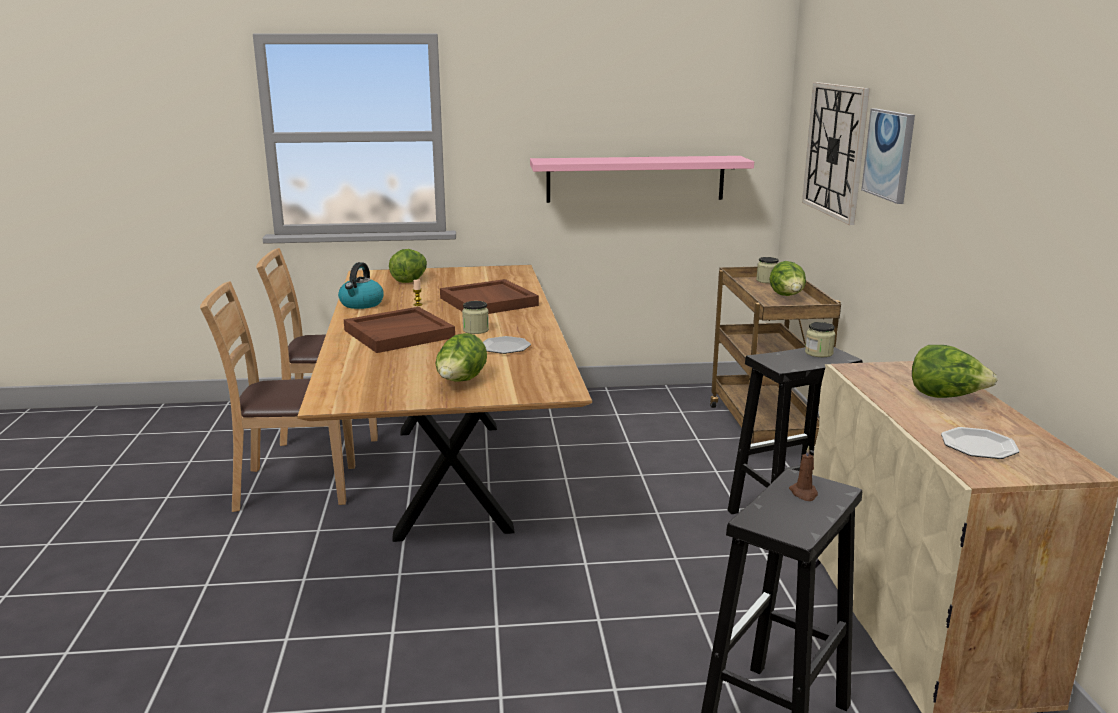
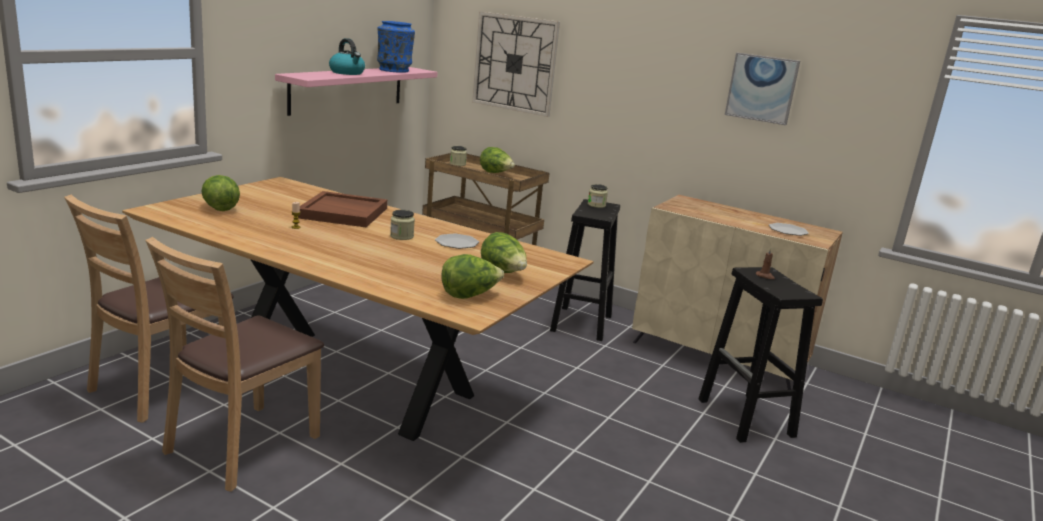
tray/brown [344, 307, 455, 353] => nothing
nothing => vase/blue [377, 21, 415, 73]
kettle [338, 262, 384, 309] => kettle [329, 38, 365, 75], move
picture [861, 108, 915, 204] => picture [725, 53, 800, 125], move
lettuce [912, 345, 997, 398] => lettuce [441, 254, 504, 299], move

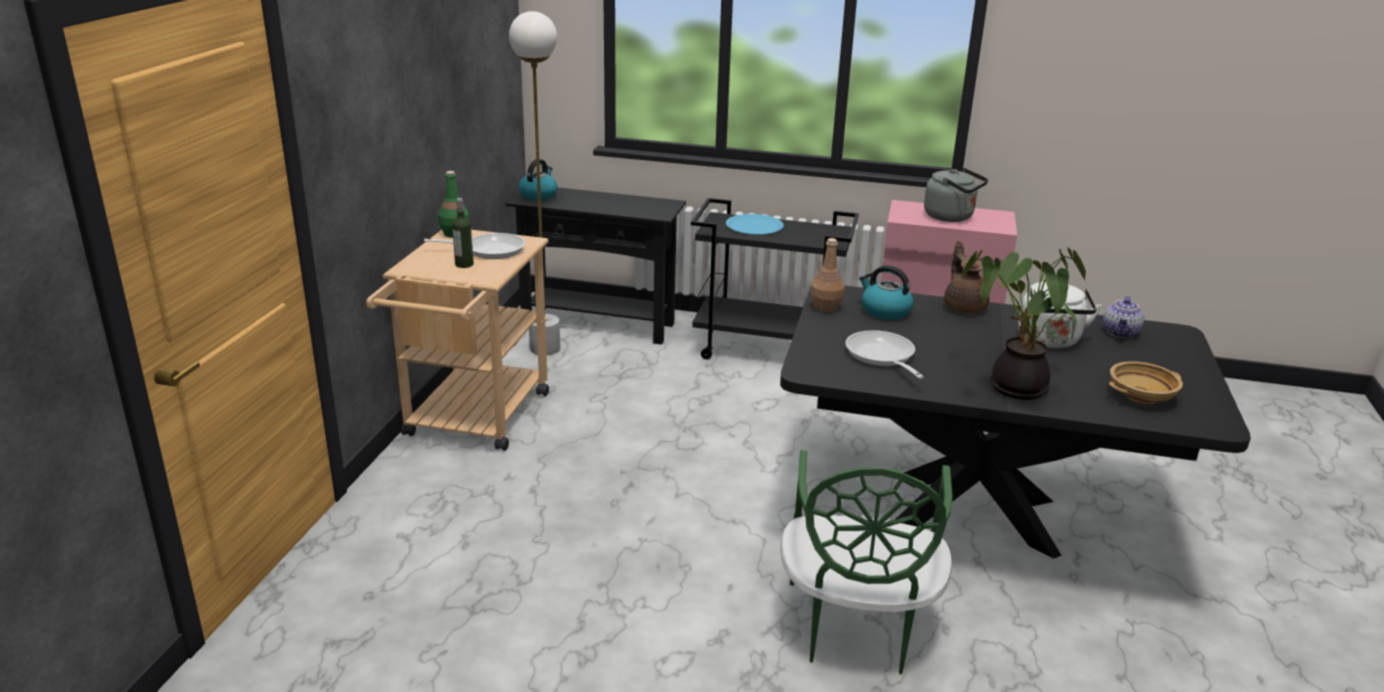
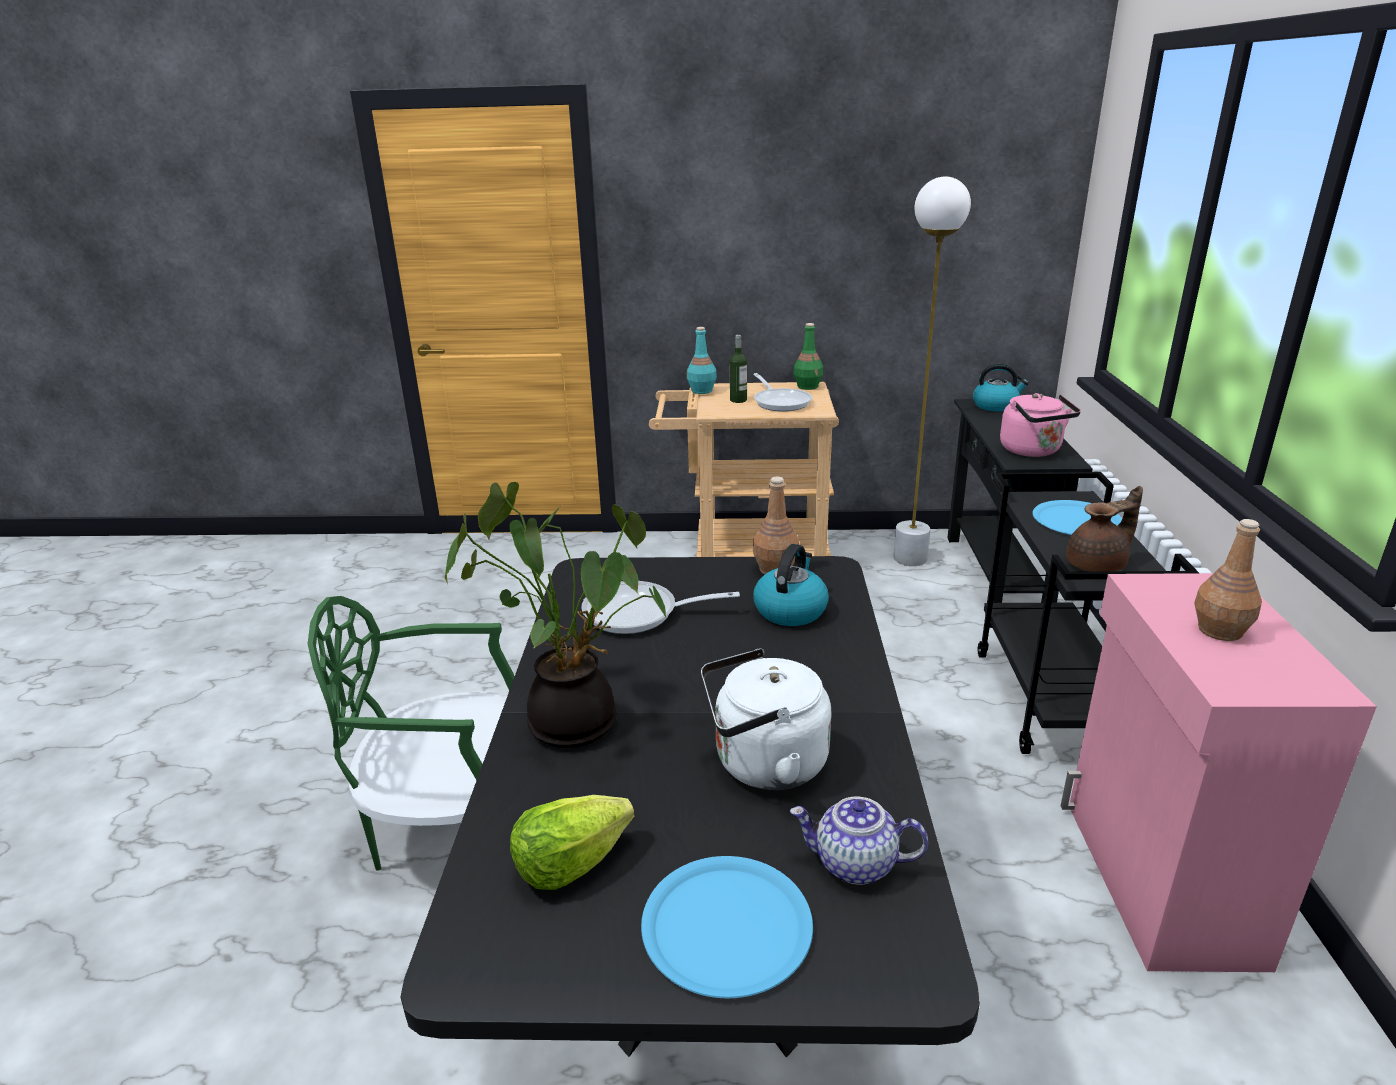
nothing => plate/blue [641, 856, 813, 998]
nothing => bottle/turquoise [687, 327, 717, 394]
nothing => kettle/pink [1000, 393, 1081, 457]
teapot/brown [944, 241, 990, 313] => teapot/brown [1066, 486, 1143, 572], move
kettle/grey [924, 168, 988, 222] => bottle/brown [1194, 519, 1262, 641]
bowl/beige [1109, 361, 1183, 404] => lettuce [510, 795, 634, 890]
frying pan [845, 330, 924, 379] => frying pan [582, 581, 740, 634], 150 degrees counterclockwise

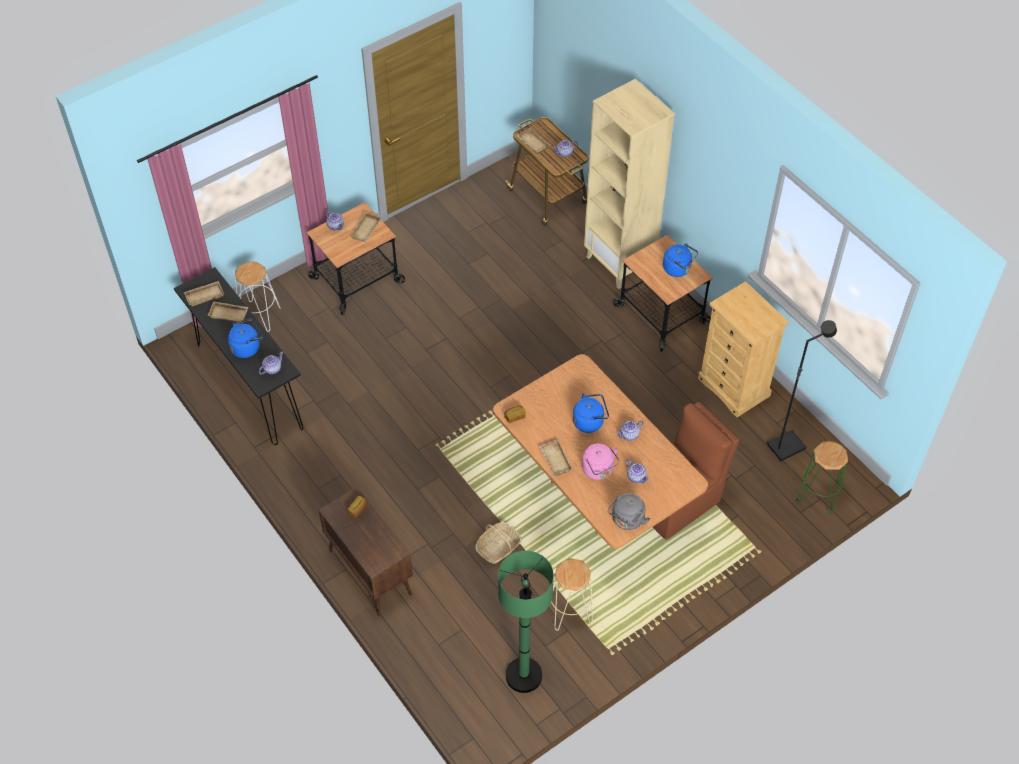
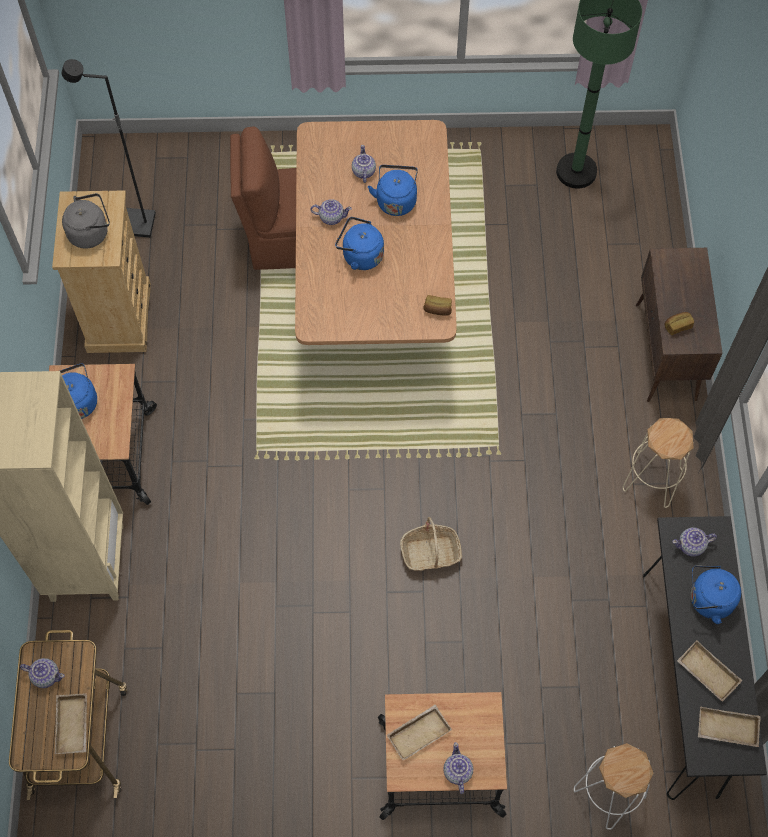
tray/beige [540, 439, 573, 476] => nothing
stool/green [796, 441, 848, 514] => nothing
basket [475, 522, 521, 564] => basket [400, 517, 462, 571], move
stool/beige [551, 558, 593, 631] => stool/beige [623, 418, 694, 508], move
kettle/grey [608, 493, 650, 530] => kettle/grey [62, 193, 110, 249], move
kettle/pink [582, 444, 620, 480] => kettle/blue [368, 165, 418, 216]

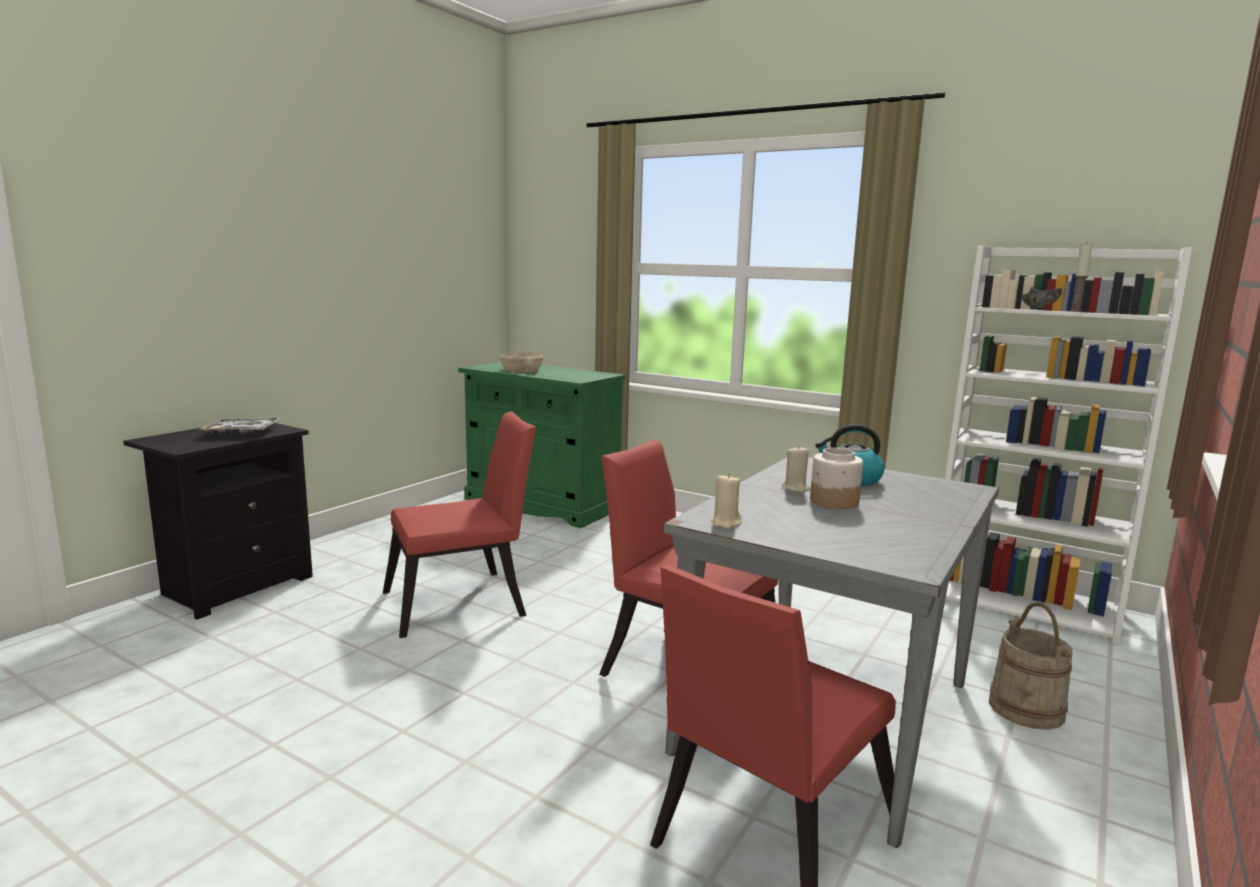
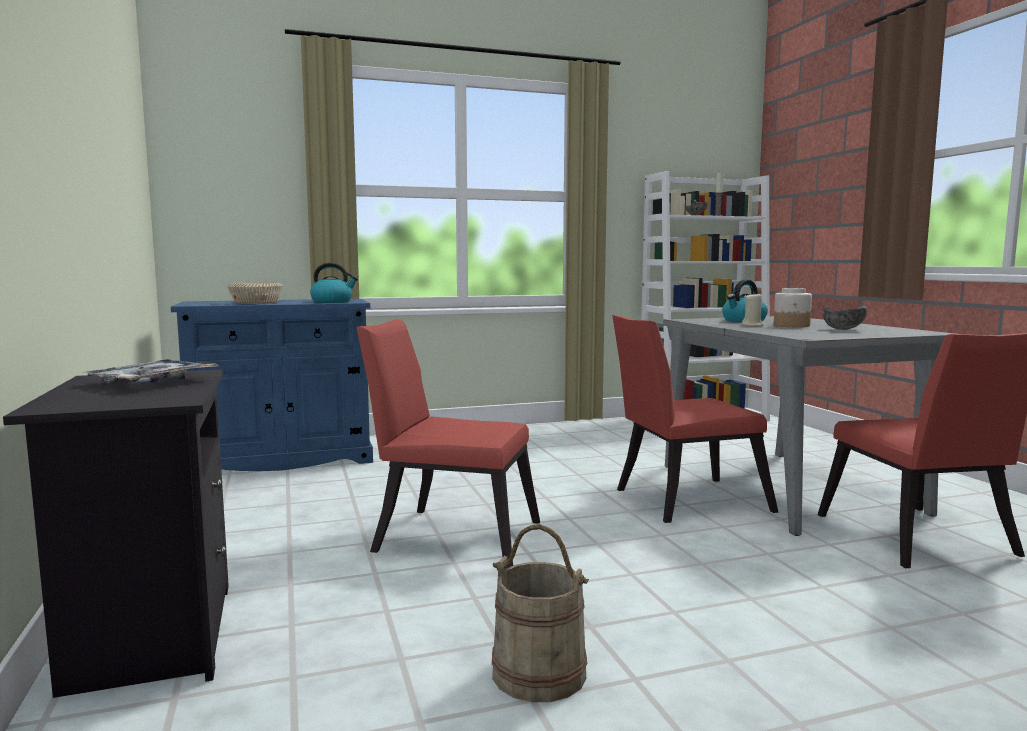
candle/beige [711, 473, 742, 529] => nothing
nothing => kettle [310, 263, 358, 303]
nothing => bowl/grey [823, 306, 867, 330]
bucket/beige [989, 602, 1072, 730] => bucket/beige [492, 524, 589, 702], move
cabinet/green [458, 362, 626, 528] => cabinet/blue [171, 299, 373, 471]
chair/red [383, 411, 536, 638] => chair/red [356, 320, 540, 568], 90 degrees counterclockwise

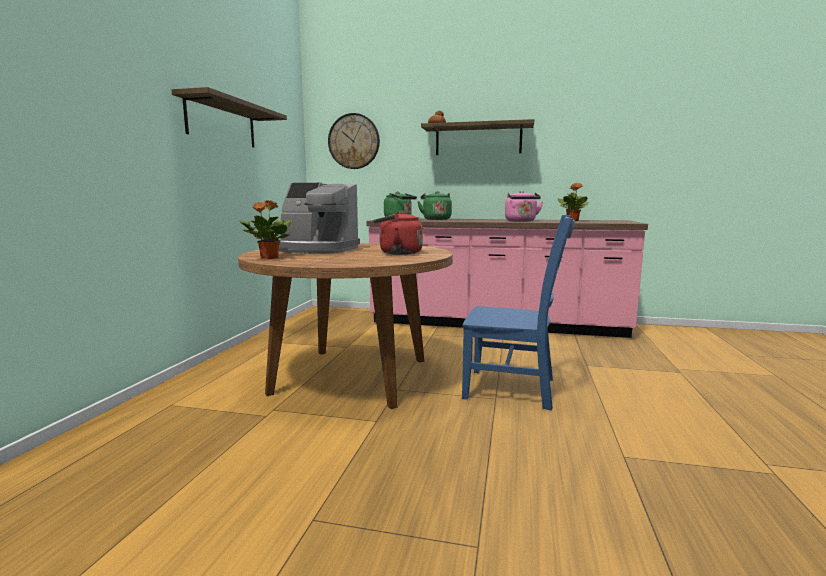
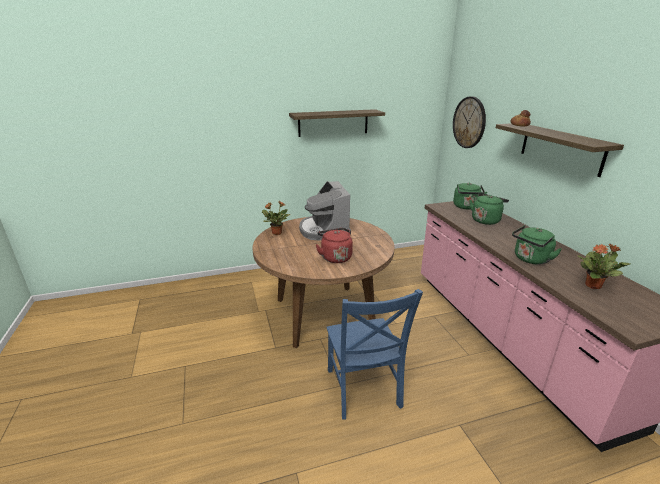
kettle/pink [505, 190, 543, 222] => kettle/green [512, 225, 562, 265]

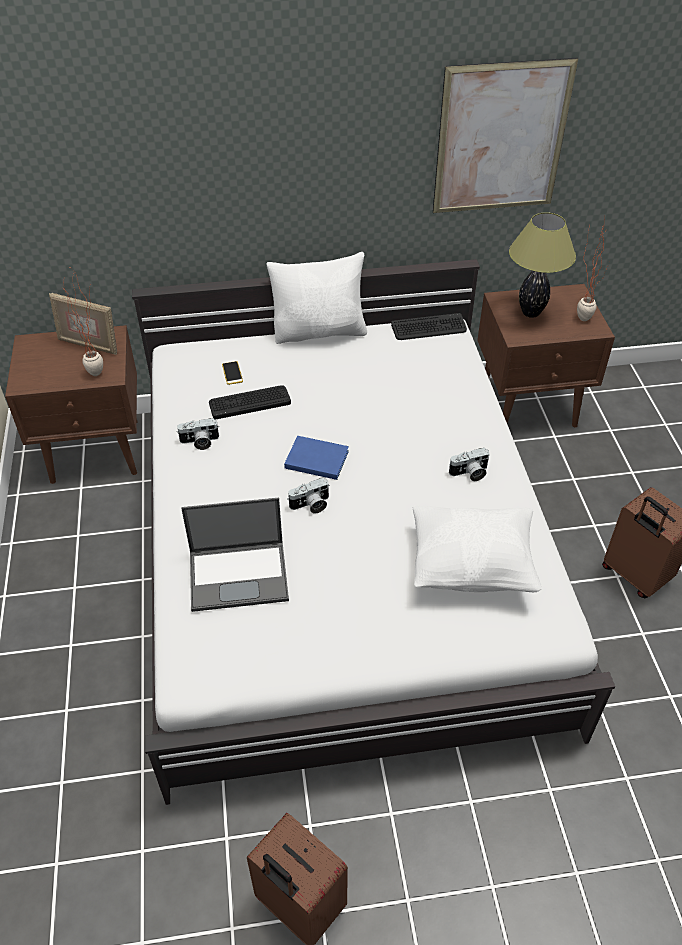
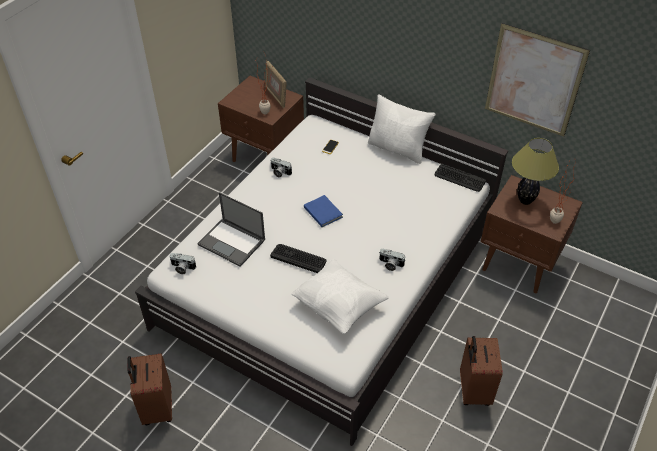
keyboard [209, 385, 291, 419] => keyboard [270, 244, 327, 273], move
photo camera [288, 478, 329, 513] => photo camera [170, 253, 196, 274], move

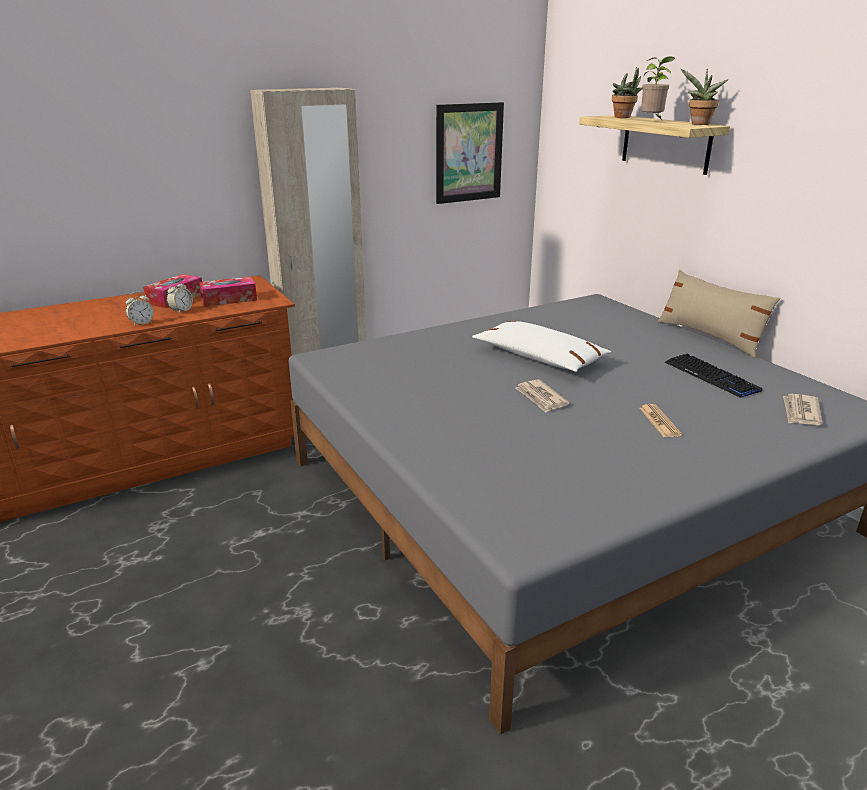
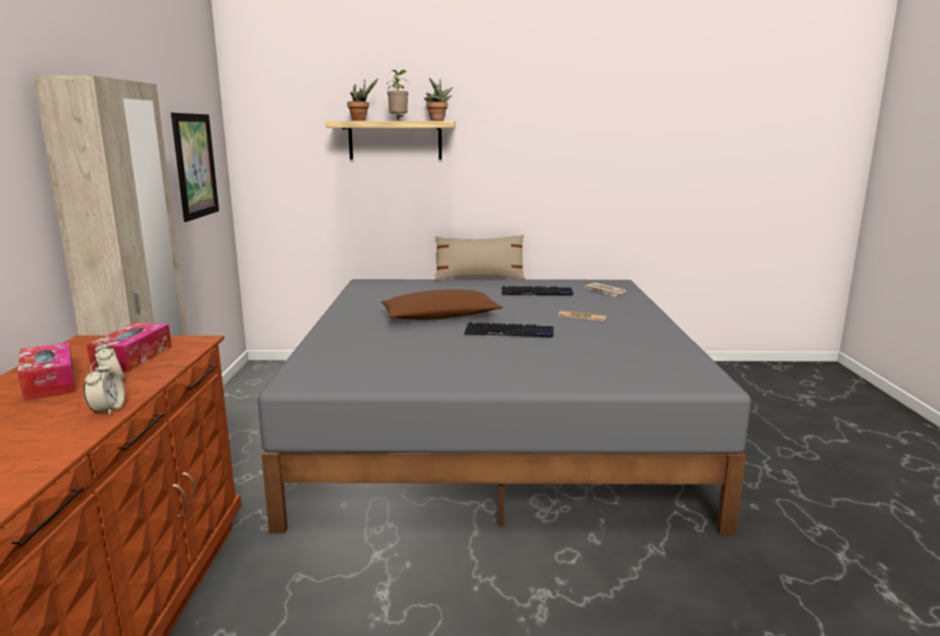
newspaper [516, 379, 569, 413] => keyboard [464, 322, 553, 337]
pillow/white [472, 321, 611, 372] => pillow/brown [381, 289, 503, 320]

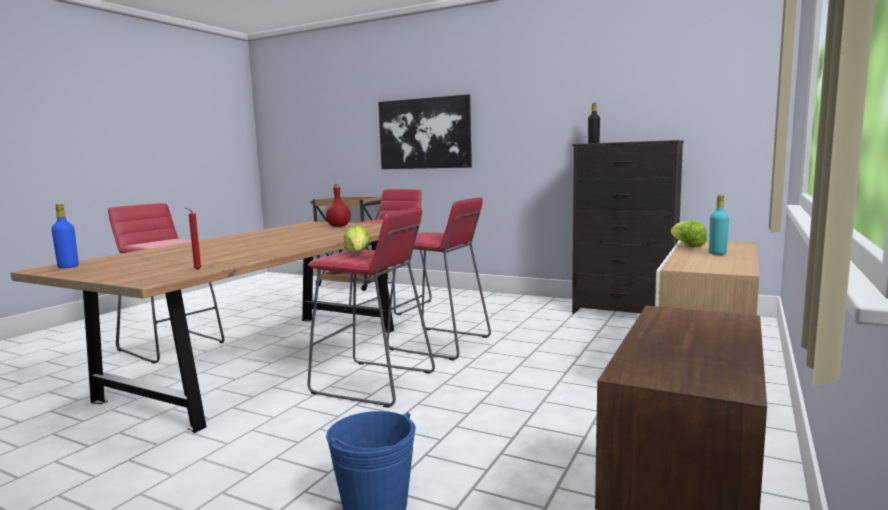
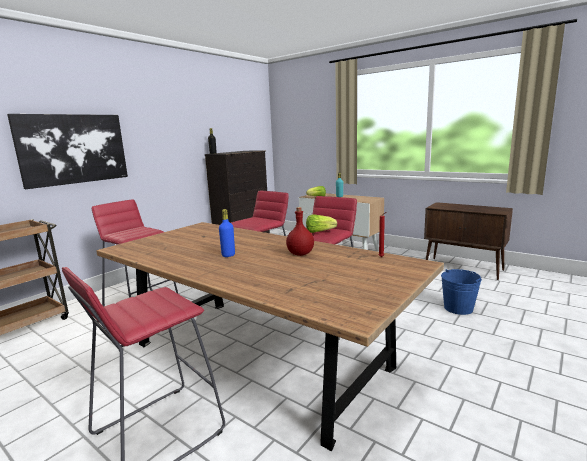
bottle/blue [51, 204, 79, 268] => bottle/blue [219, 209, 235, 257], move
bottle/red [326, 184, 351, 227] => bottle/red [286, 207, 314, 256], move

